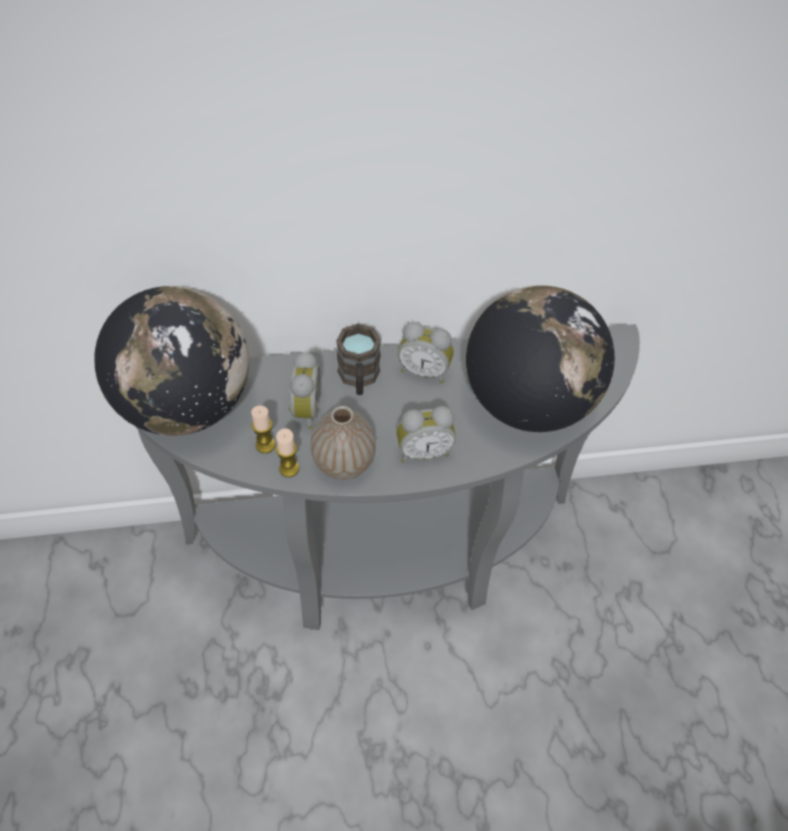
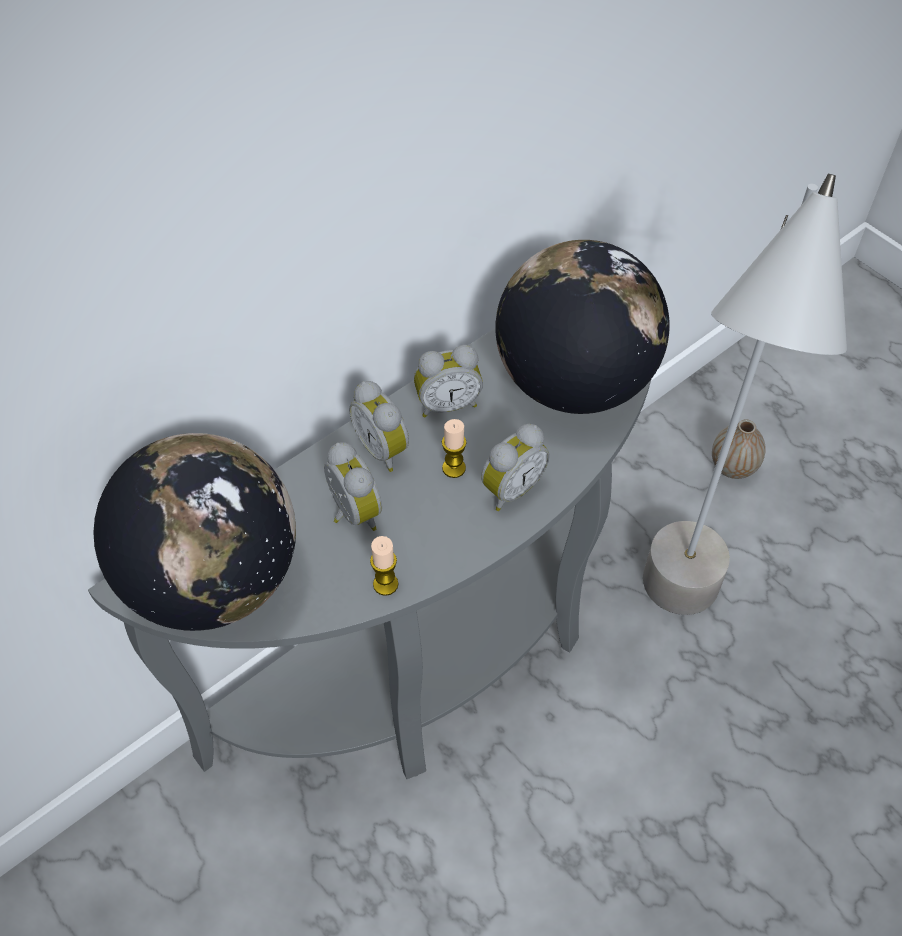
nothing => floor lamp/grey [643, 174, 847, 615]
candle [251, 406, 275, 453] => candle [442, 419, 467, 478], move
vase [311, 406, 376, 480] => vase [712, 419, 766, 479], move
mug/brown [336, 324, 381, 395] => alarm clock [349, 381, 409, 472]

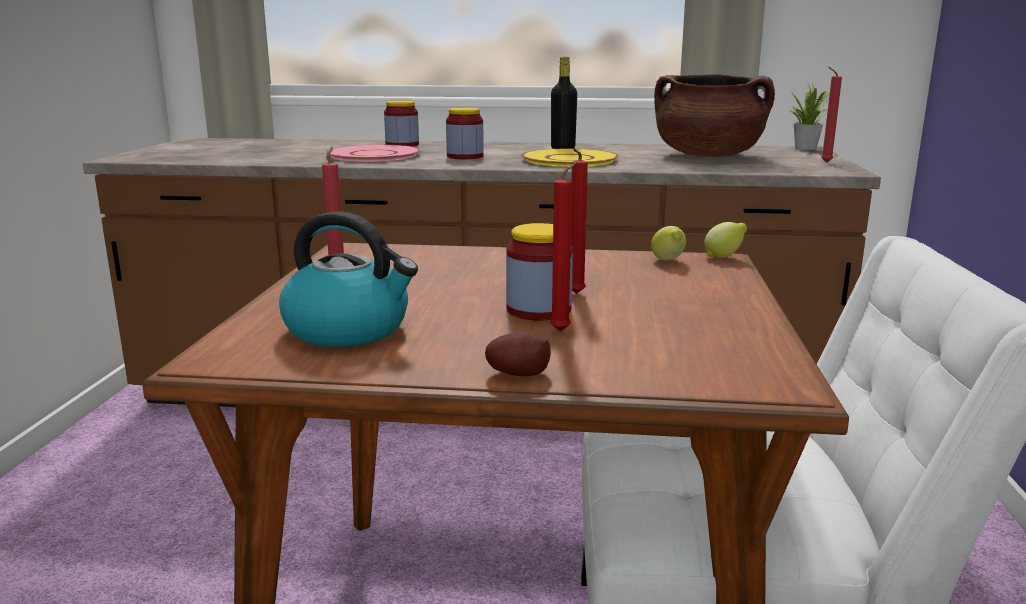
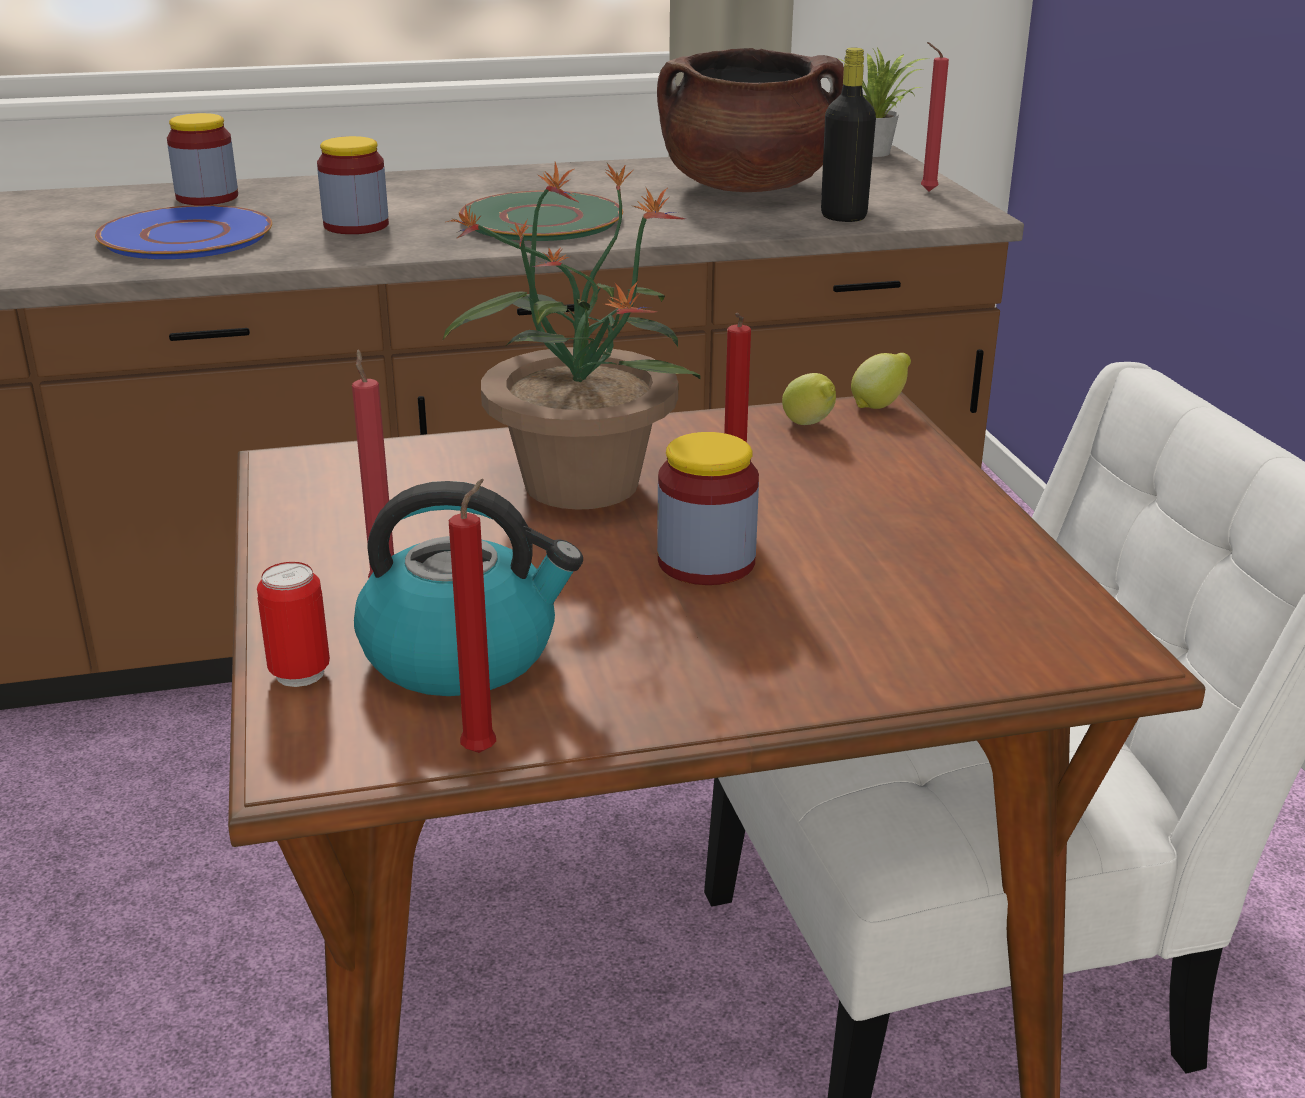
potato [485, 331, 551, 376] => nothing
nothing => can [257, 562, 330, 687]
nothing => potted plant [442, 162, 701, 510]
candle/red [550, 162, 577, 331] => candle/red [449, 479, 496, 753], move
bottle/black [551, 57, 577, 149] => bottle/black [821, 48, 876, 222], move
plate/pink [326, 145, 421, 162] => plate/blue [95, 205, 272, 259]
plate/yellow [521, 149, 619, 167] => plate/green [459, 190, 623, 241]

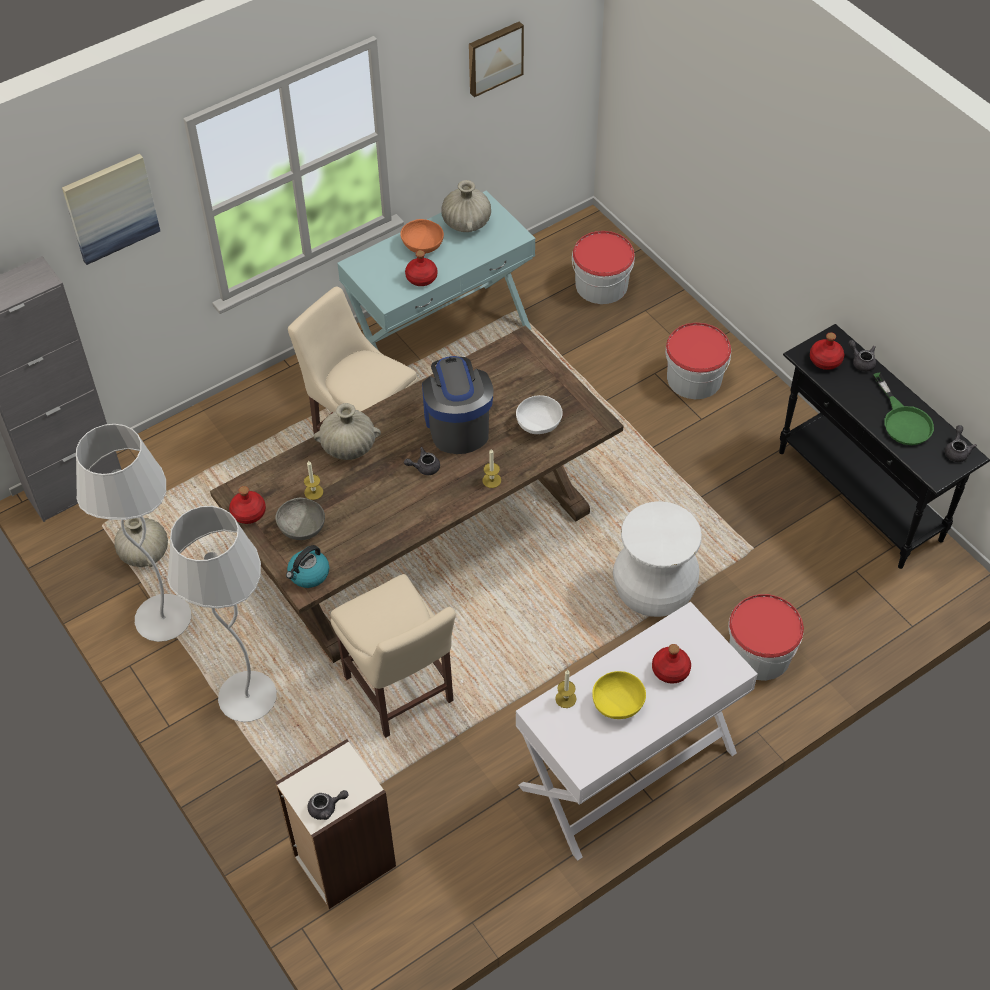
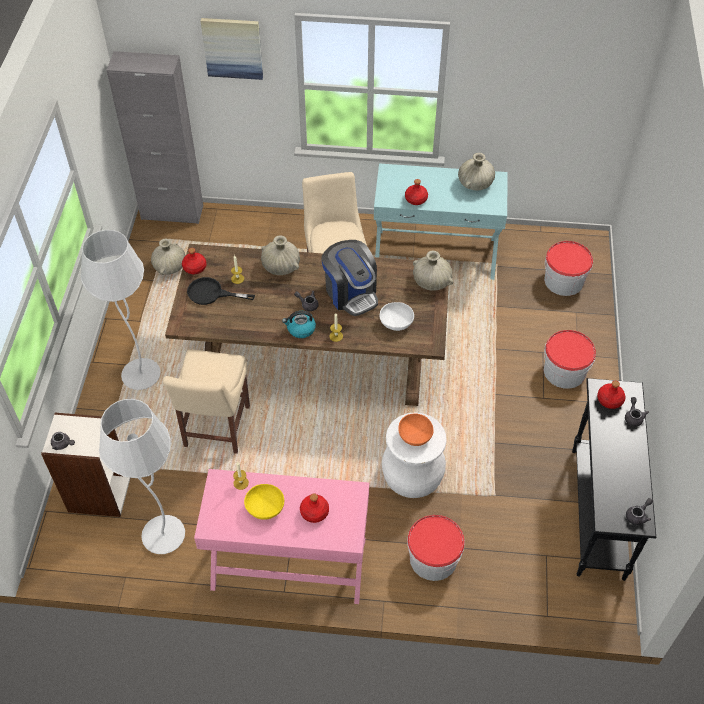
picture [469, 21, 524, 97] => nothing
frying pan/green [873, 373, 934, 445] => nothing
nothing => vase/beige [413, 250, 453, 291]
floor lamp/white [76, 424, 191, 642] => floor lamp/white [99, 399, 185, 554], move
kettle [286, 545, 329, 588] => kettle [282, 311, 316, 338], move
bowl/orange [400, 219, 444, 254] => bowl/orange [398, 414, 434, 446], move
bowl/grey [275, 498, 325, 540] => frying pan/black [187, 277, 255, 305]
console table/white [516, 602, 758, 861] => console table/pink [194, 469, 369, 604]
coffee machine [422, 356, 494, 454] => coffee machine [321, 240, 378, 316], 120 degrees clockwise

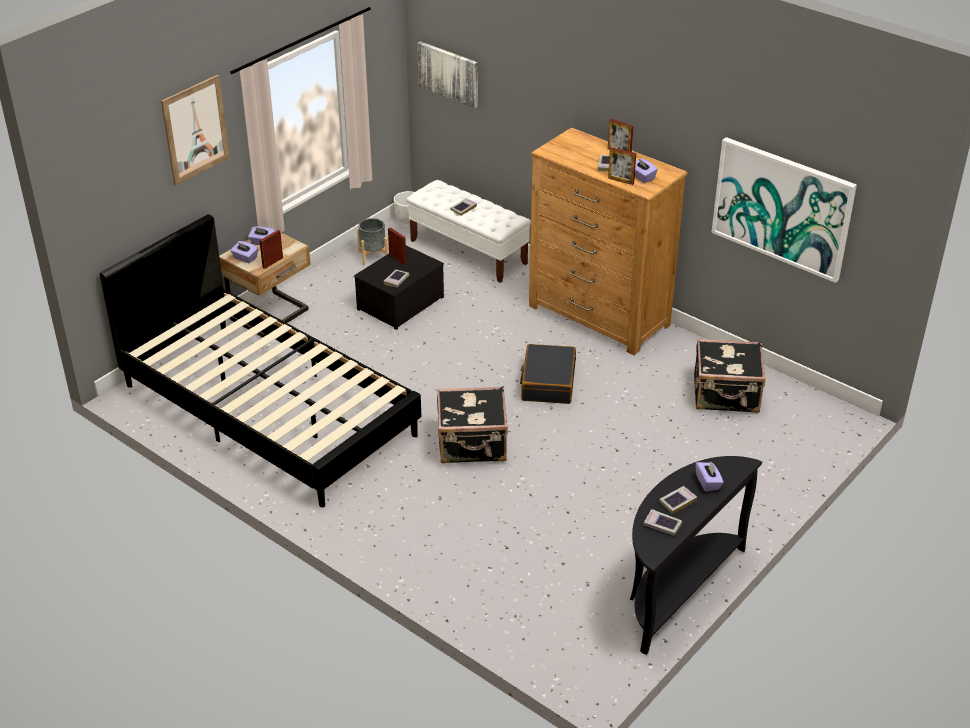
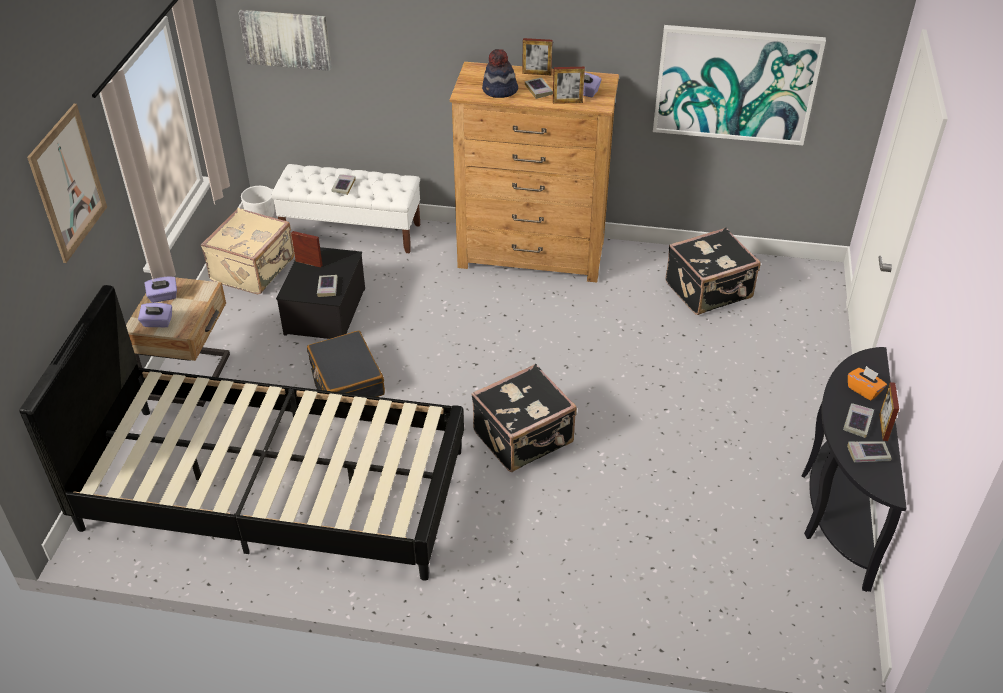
nothing => hat [482, 49, 518, 98]
picture frame [259, 230, 283, 269] => picture frame [879, 382, 899, 441], move
suitcase/black [520, 344, 576, 404] => suitcase/black [307, 331, 385, 397], move
planter/grey [357, 218, 388, 265] => suitcase/beige [201, 208, 294, 294]
tissue box/purple [695, 461, 723, 492] => tissue box/orange [848, 366, 887, 401]

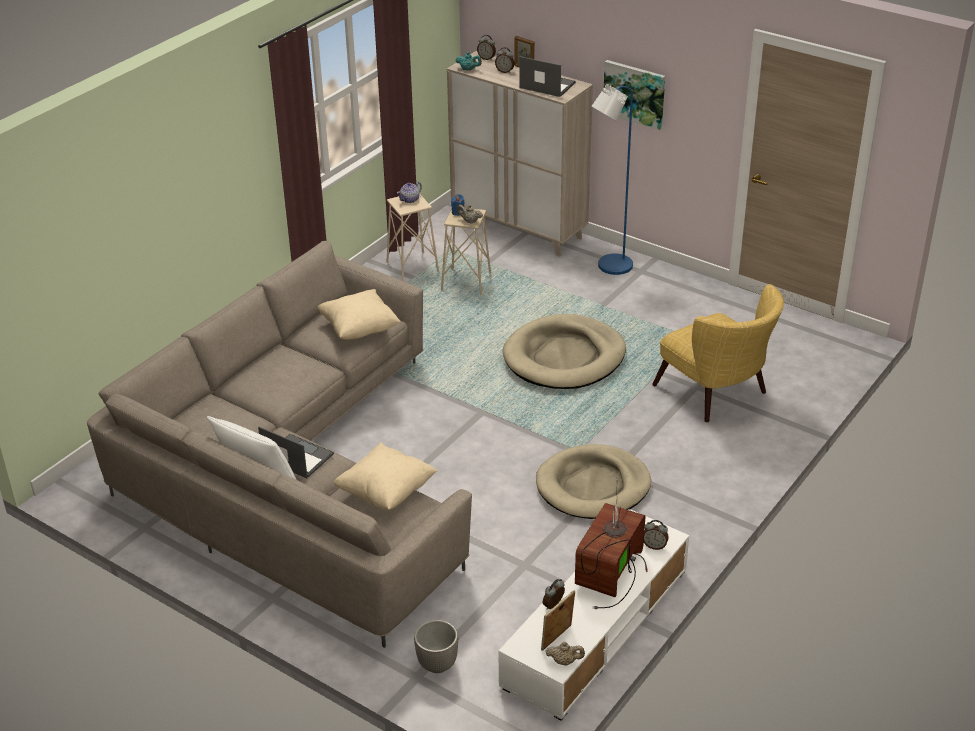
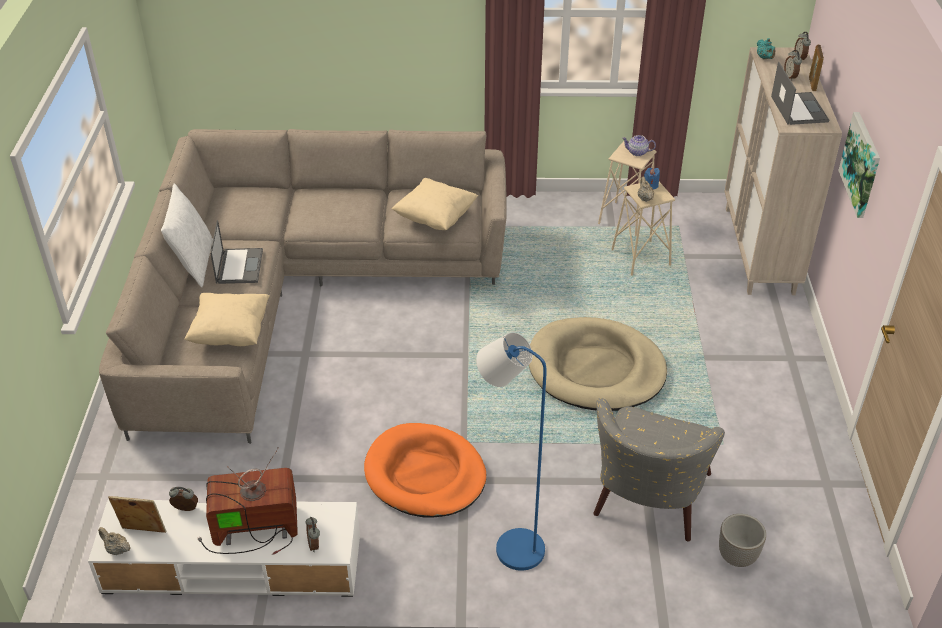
planter [414, 620, 458, 673] => planter [719, 514, 766, 567], move
floor lamp/blue [591, 84, 633, 275] => floor lamp/blue [476, 332, 547, 571], move
dog bed/beige [536, 444, 651, 519] => dog bed/orange [364, 423, 486, 518]
armchair/yellow [652, 284, 784, 422] => armchair/grey [593, 398, 725, 541]
teapot/beige [546, 642, 585, 666] => teapot/beige [98, 527, 130, 555], 150 degrees clockwise

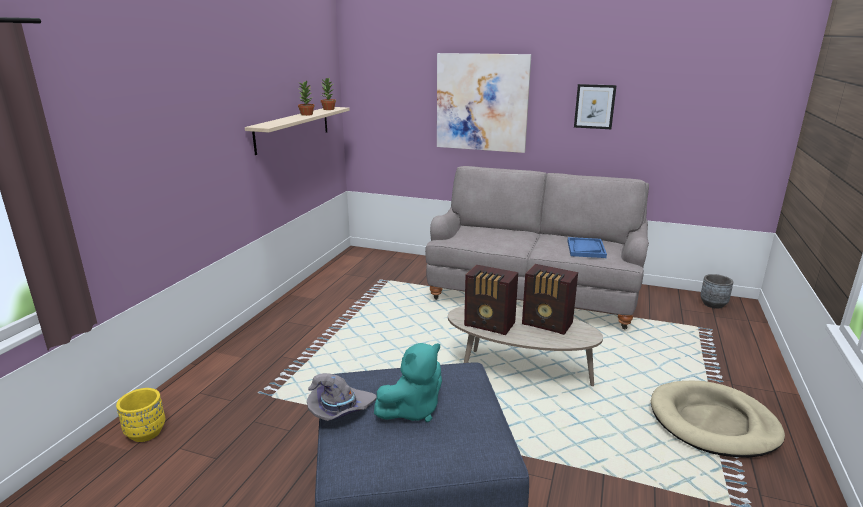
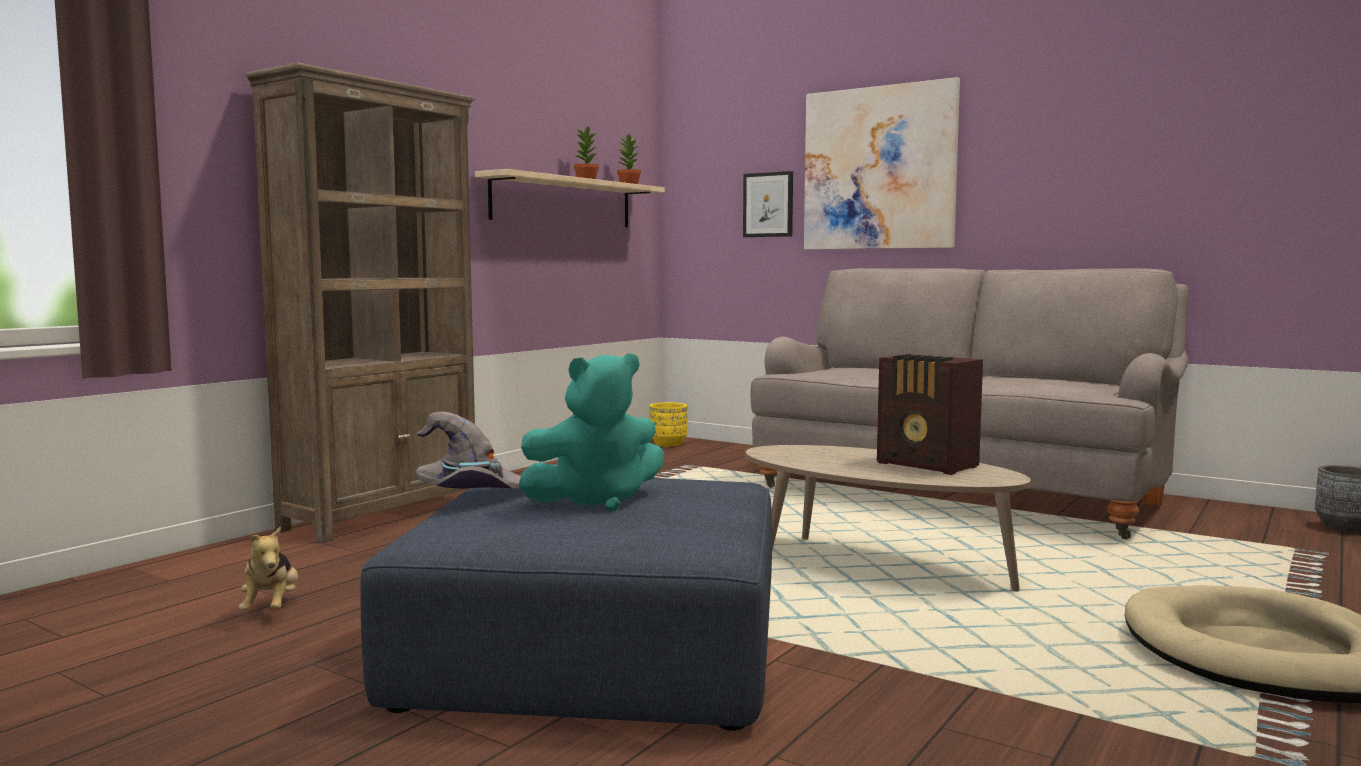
radio [464, 265, 518, 335] => nothing
tray/blue [567, 237, 607, 258] => nothing
nothing => plush toy [239, 526, 298, 610]
nothing => bookcase/brown [246, 62, 475, 543]
planter/yellow [116, 388, 165, 442] => planter/yellow [650, 402, 687, 446], move
picture [574, 84, 617, 129] => picture [743, 171, 793, 237], move

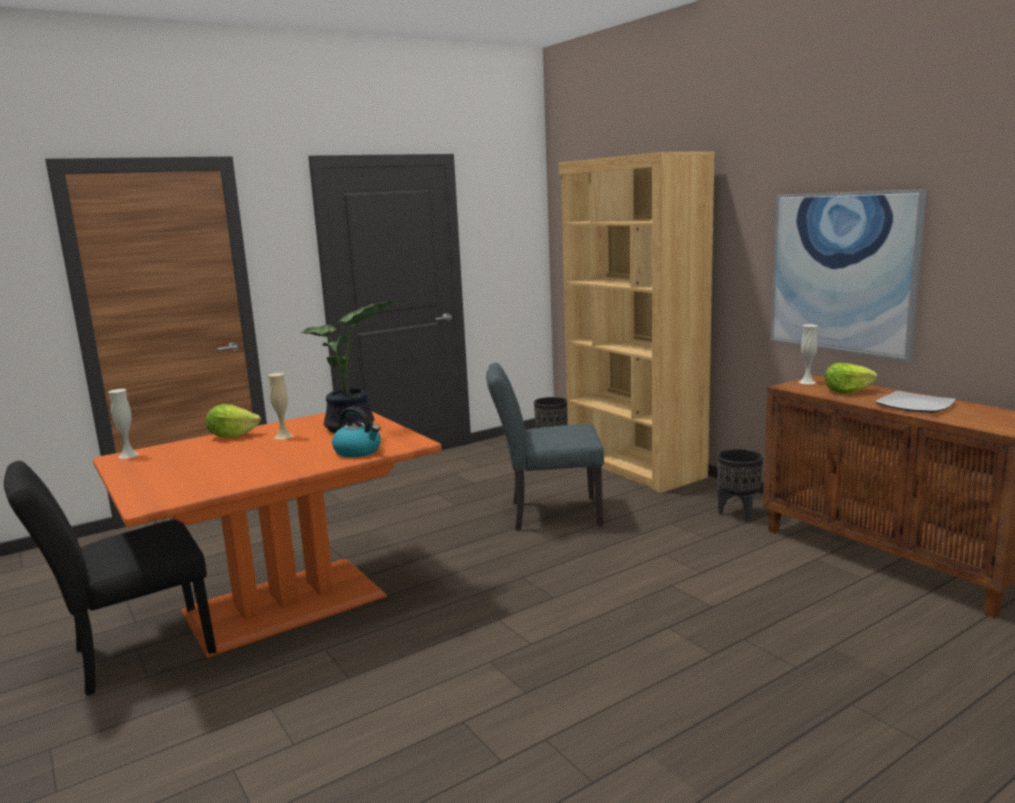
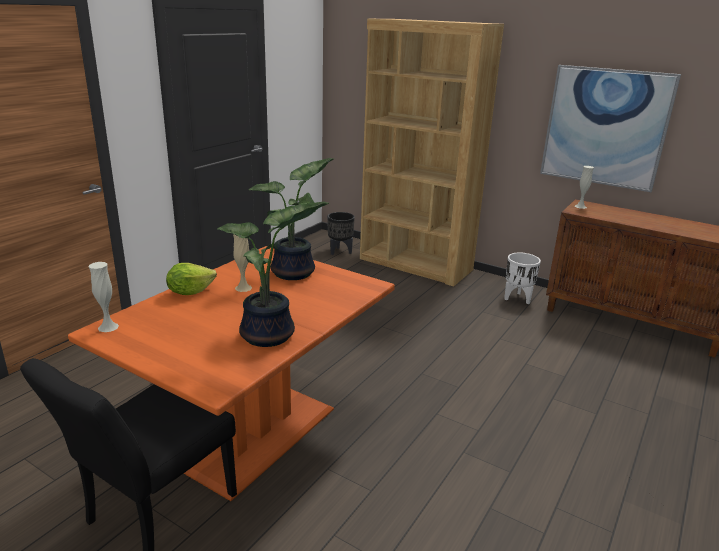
kettle [332, 407, 381, 457] => nothing
chair/grey [486, 363, 604, 530] => nothing
lettuce [825, 363, 878, 394] => nothing
plate [875, 391, 956, 413] => nothing
nothing => potted plant [217, 202, 329, 347]
planter/black [717, 449, 763, 521] => planter/white [504, 253, 541, 304]

